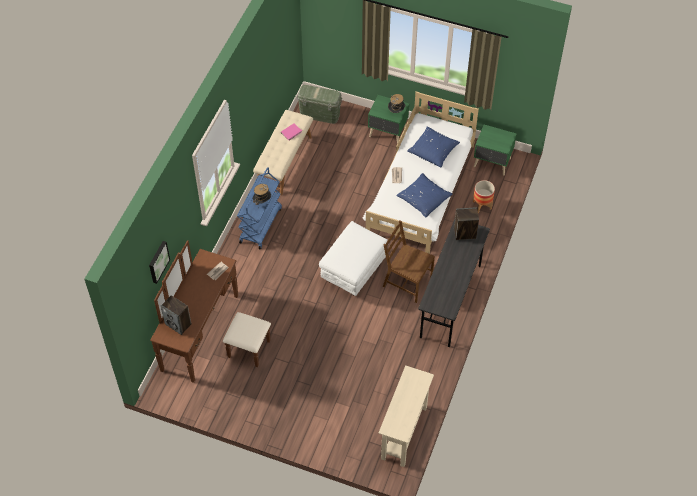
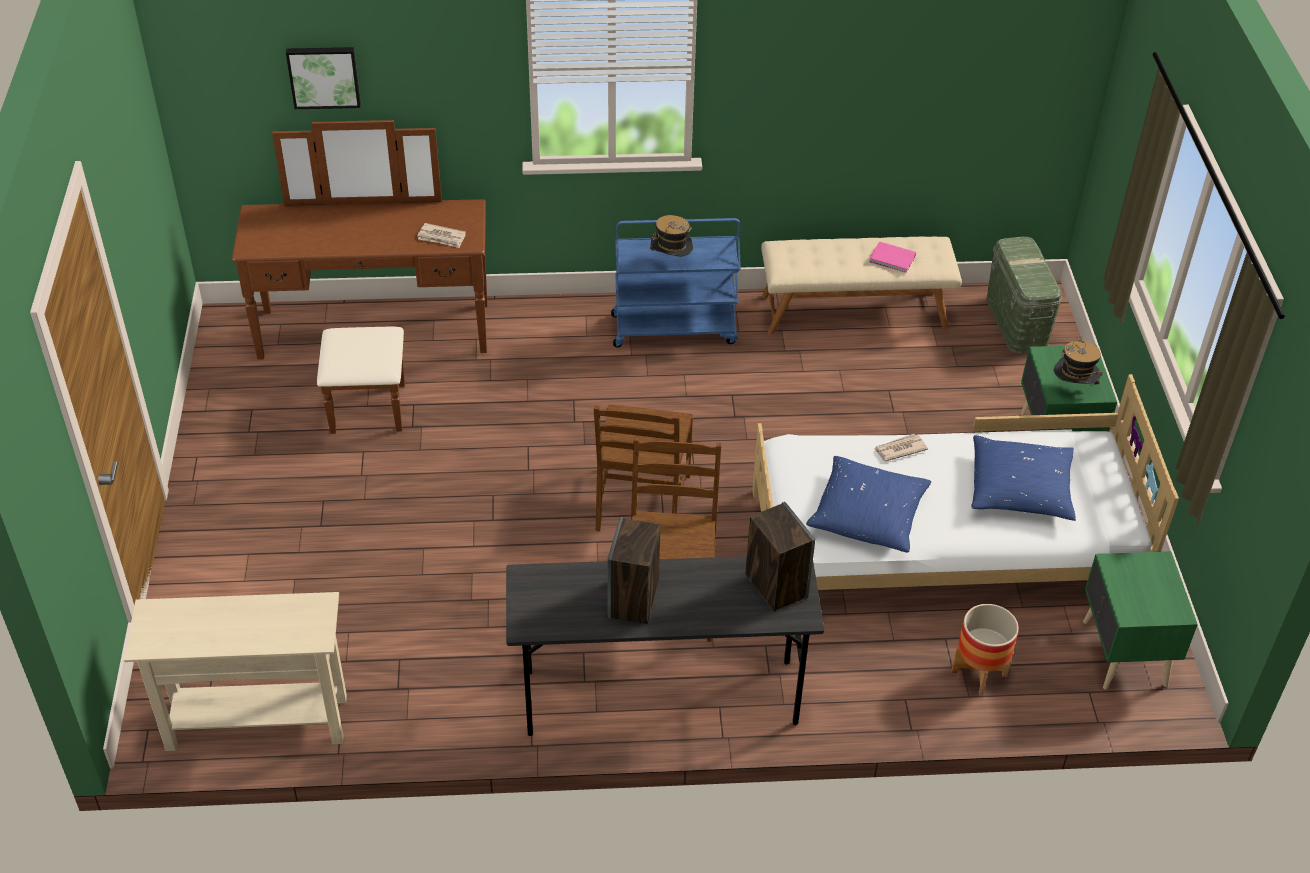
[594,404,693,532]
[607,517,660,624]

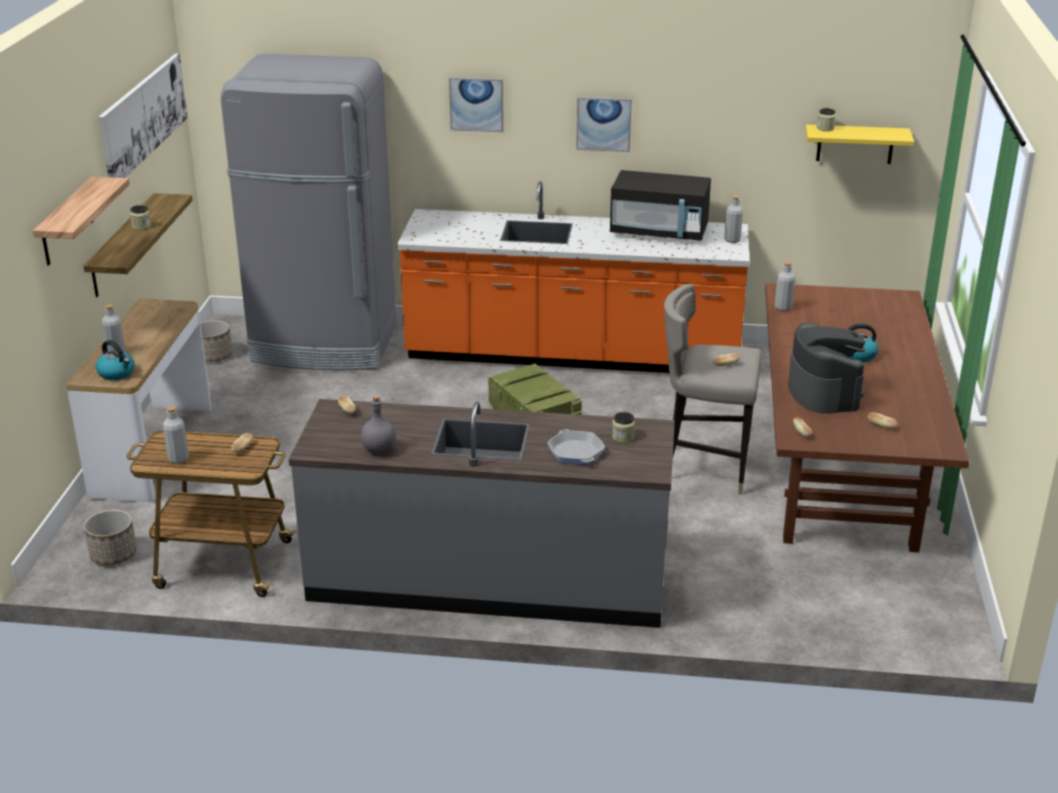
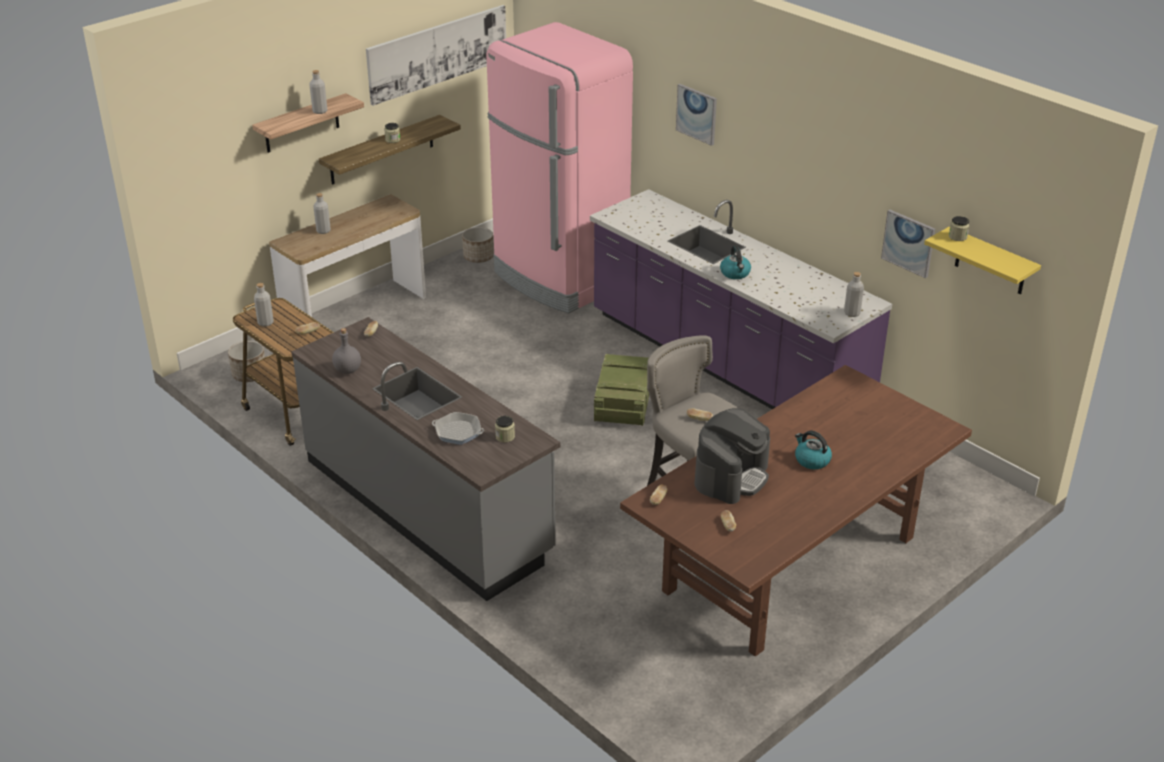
[309,70,328,114]
[432,412,484,445]
[486,22,633,313]
[590,189,892,409]
[720,246,751,279]
[881,210,935,278]
[610,170,711,241] (first image)

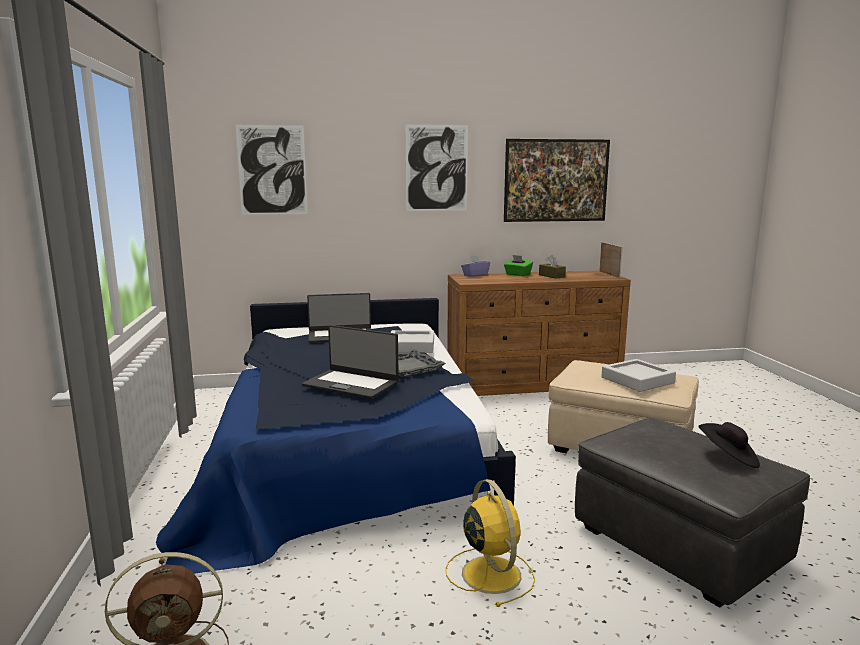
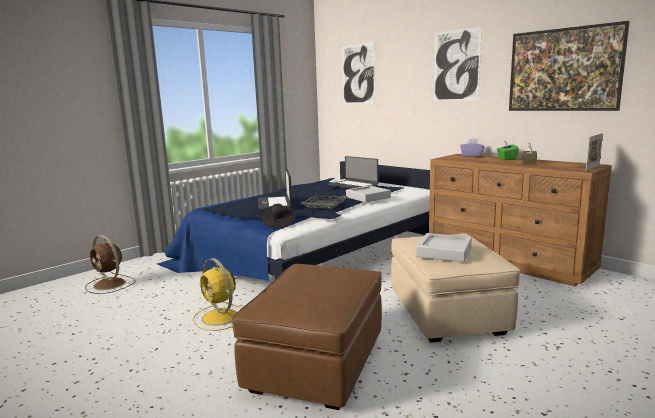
[193,258,241,331]
[232,264,382,410]
[261,204,296,229]

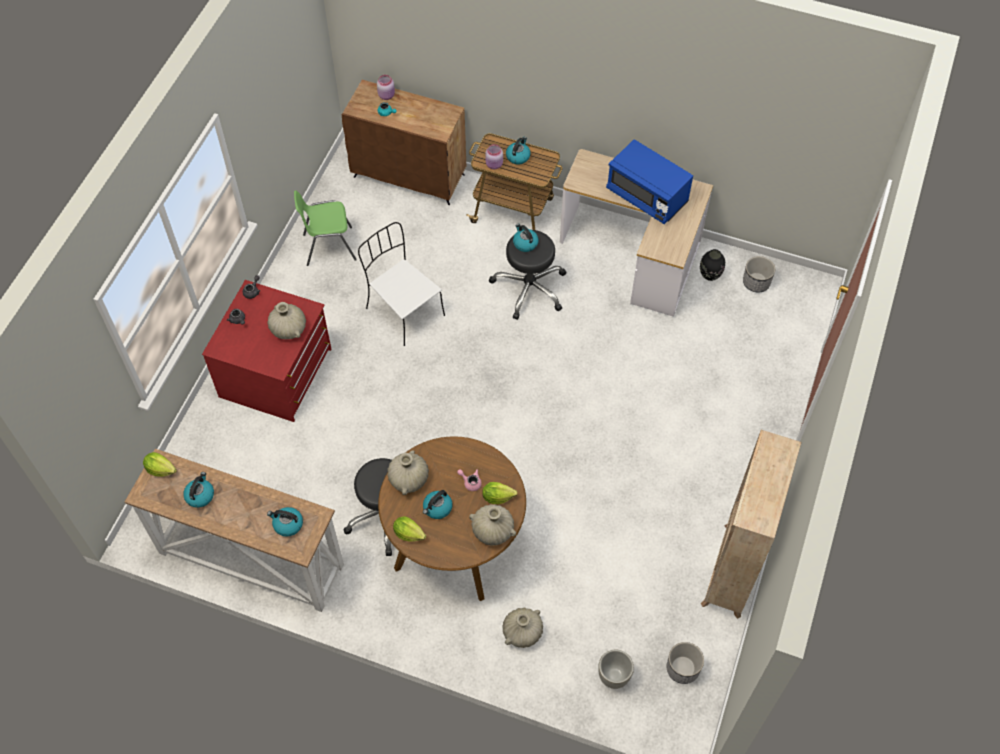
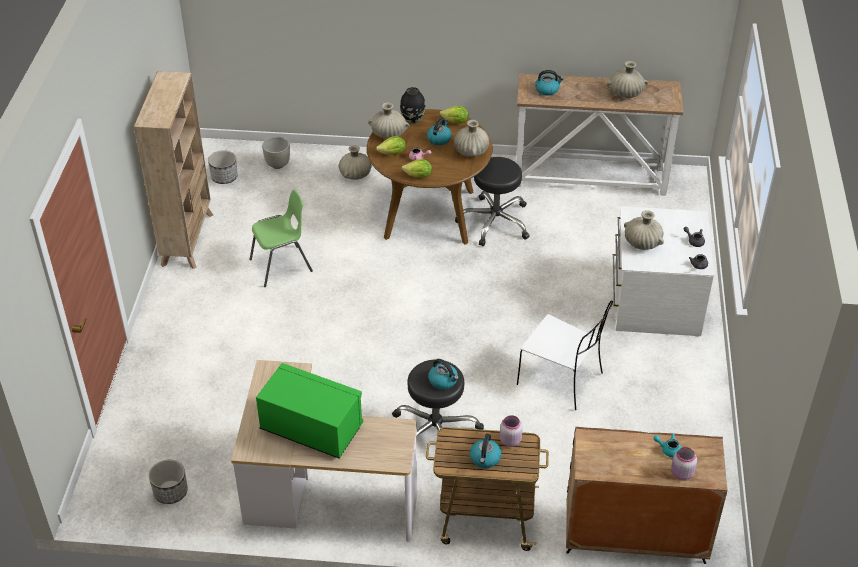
[249,189,313,287]
[256,363,363,458]
[400,87,425,124]
[401,159,432,178]
[607,61,648,98]
[613,206,714,336]

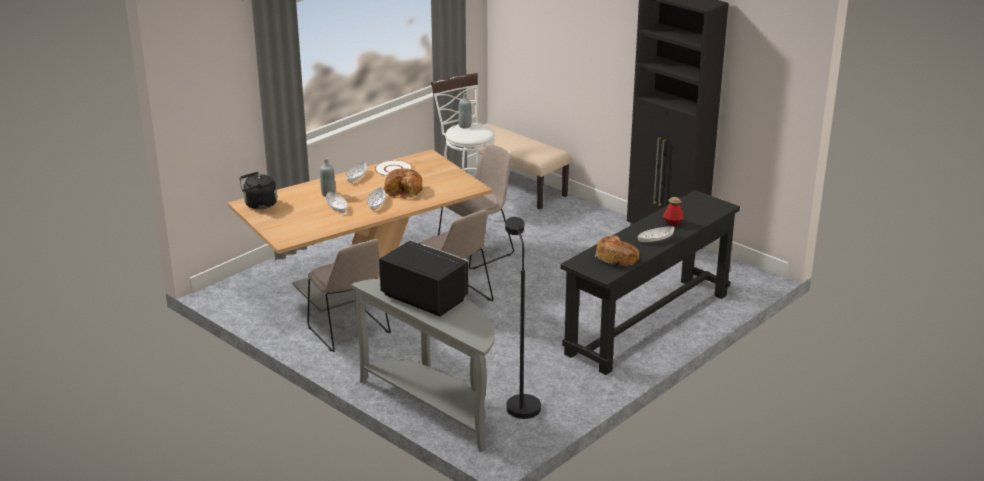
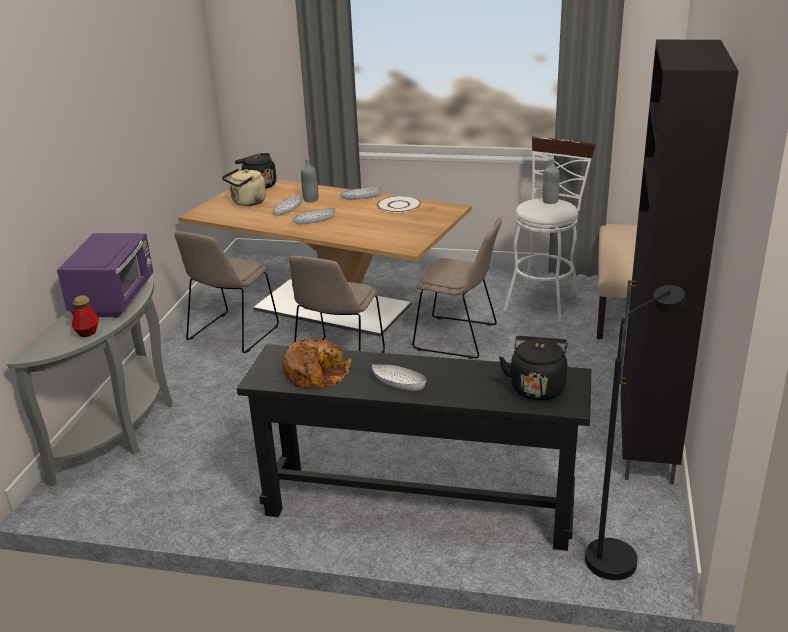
[57,233,153,318]
[72,295,99,337]
[222,168,266,206]
[499,336,568,400]
[585,285,685,580]
[383,168,422,199] (first image)

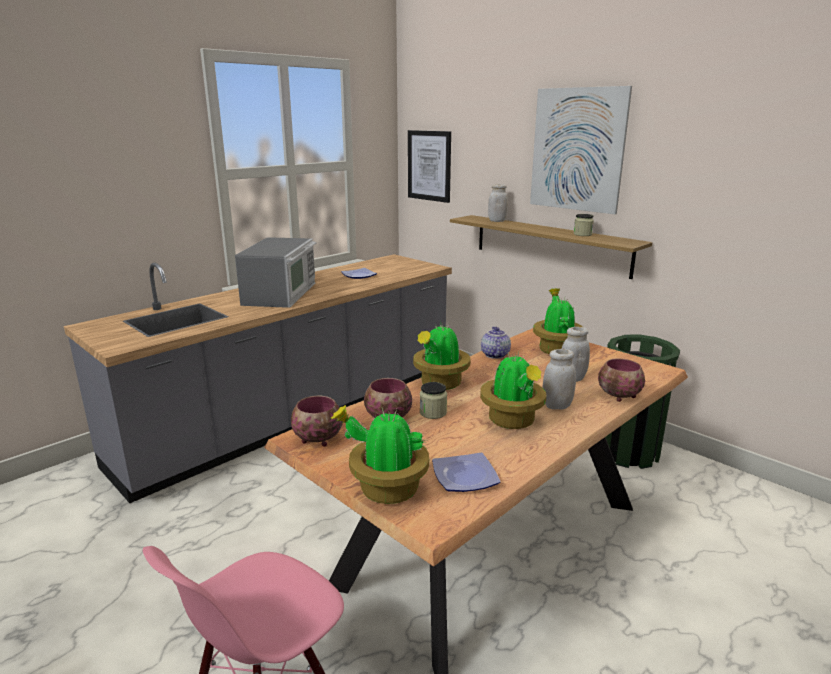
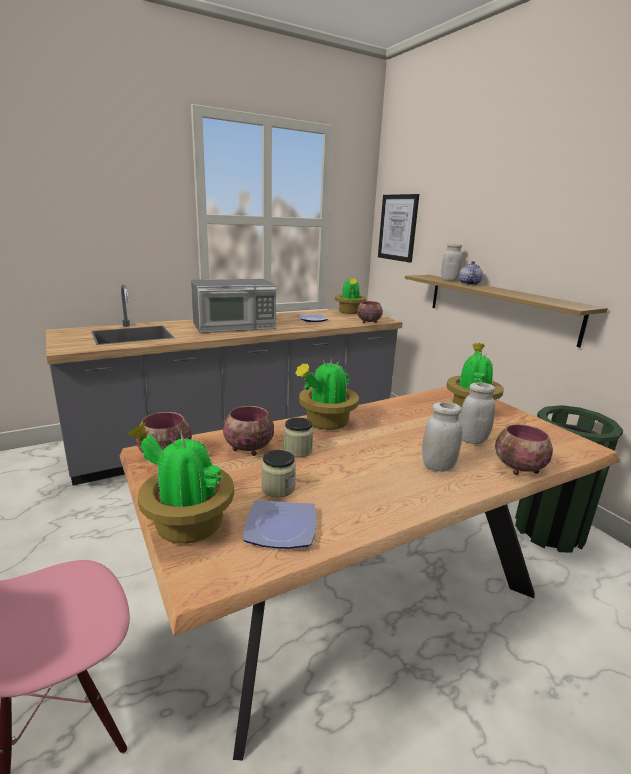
[191,279,276,333]
[261,450,296,498]
[335,277,366,314]
[357,301,383,323]
[459,261,483,285]
[530,86,632,214] (first image)

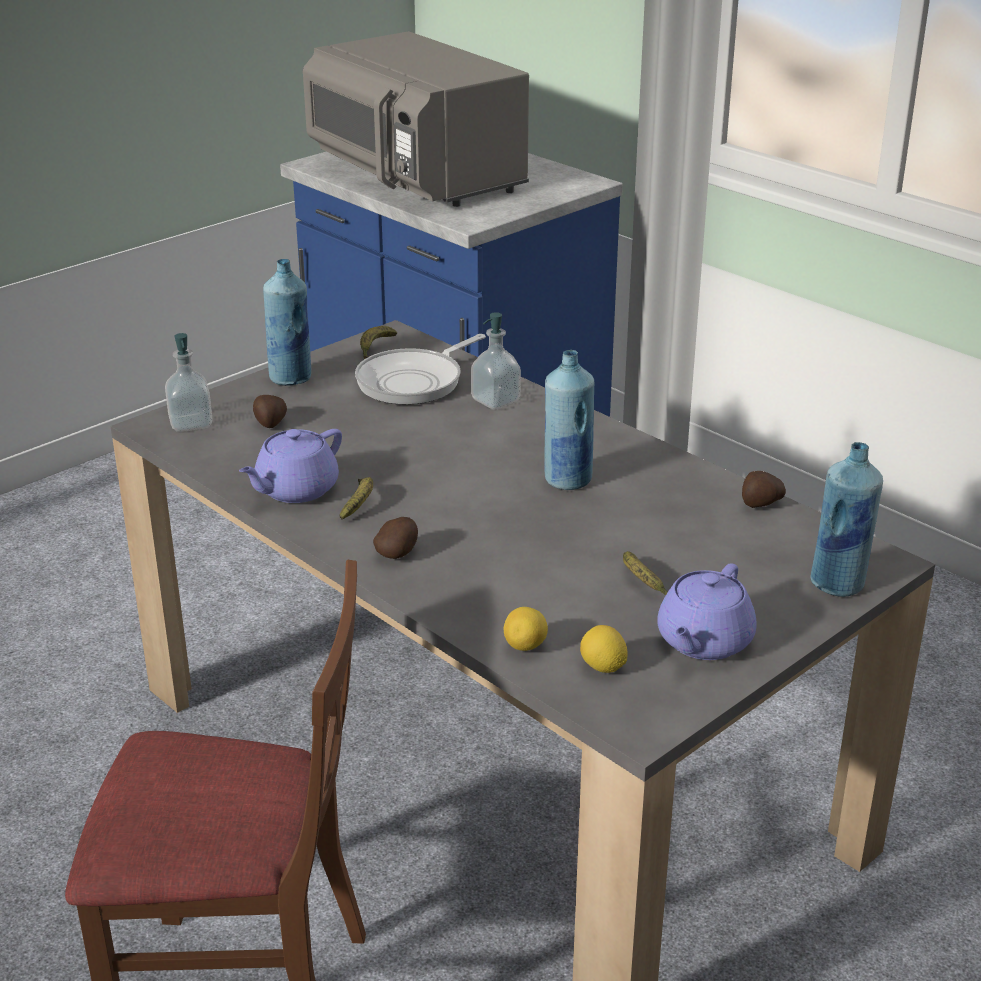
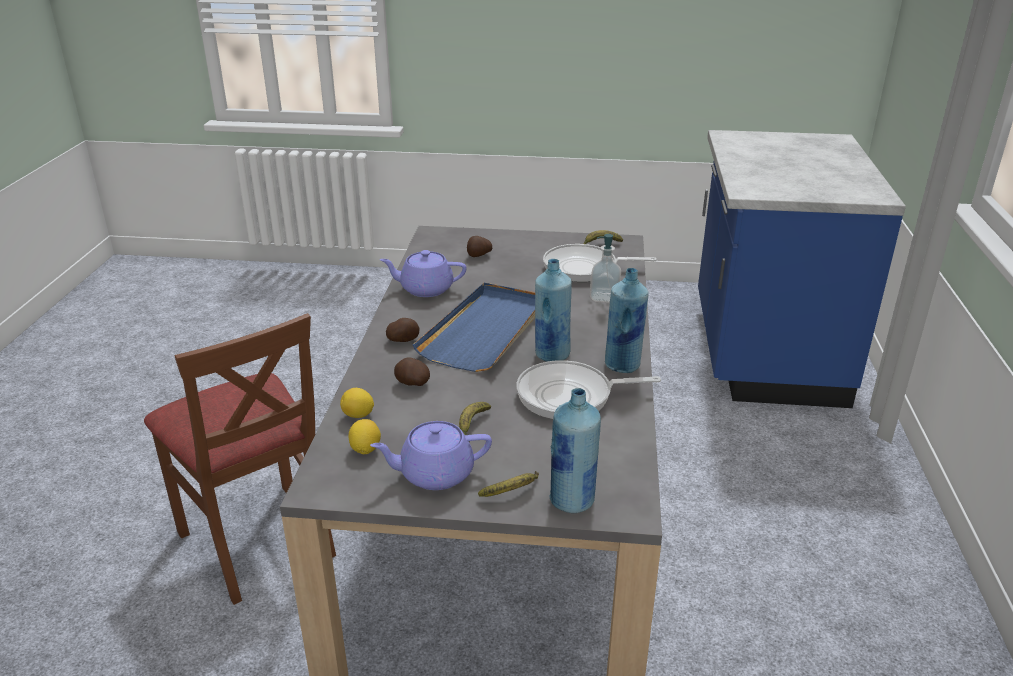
[394,357,430,386]
[413,283,535,372]
[478,471,539,497]
[516,360,661,419]
[605,268,649,373]
[165,333,213,432] (first image)
[303,31,529,207] (first image)

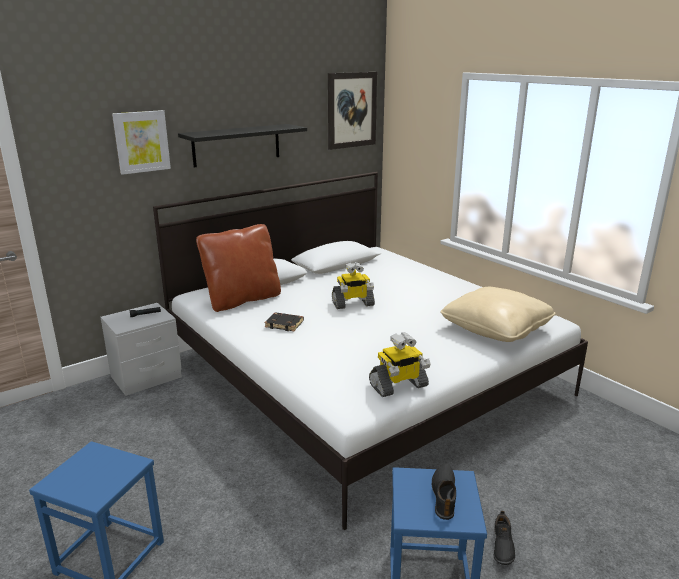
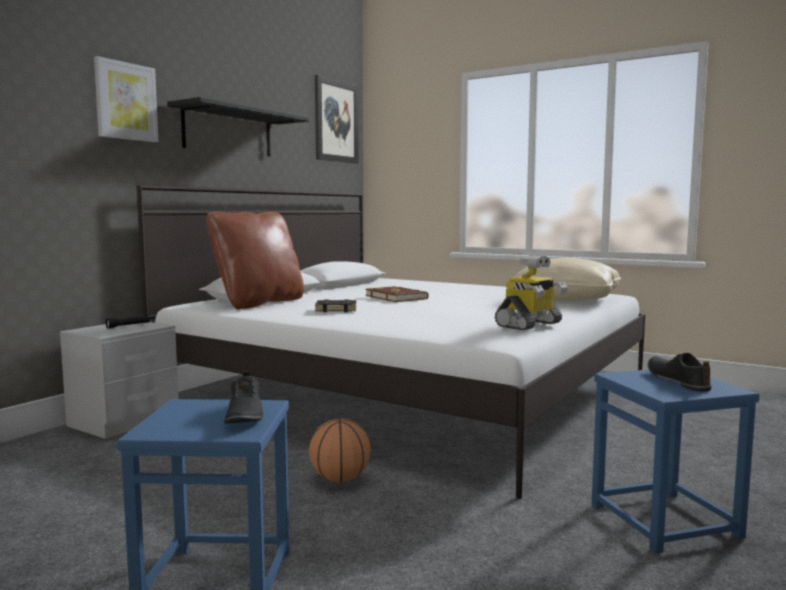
[224,371,263,424]
[309,418,371,482]
[365,286,428,302]

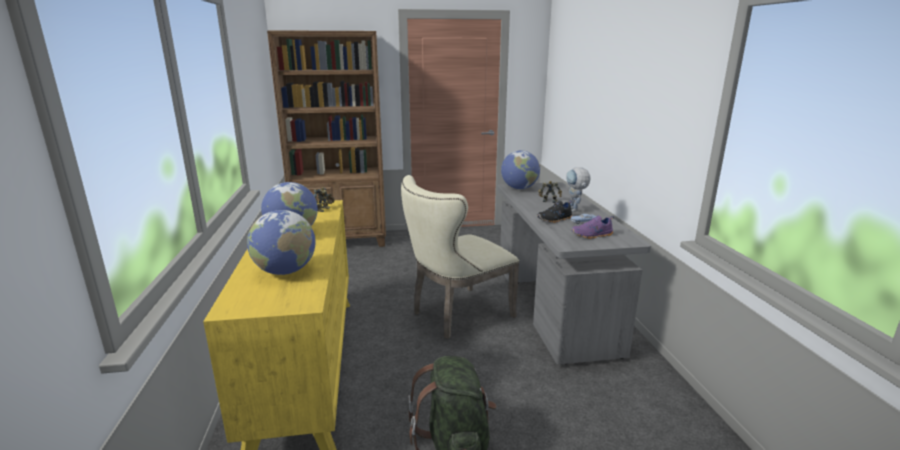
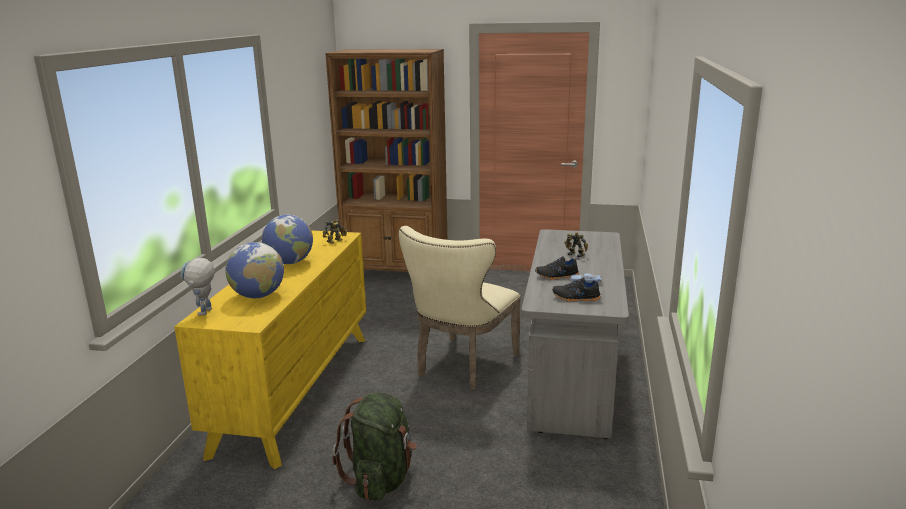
[180,258,214,315]
[399,226,521,390]
[552,277,601,302]
[501,150,540,189] (first image)

